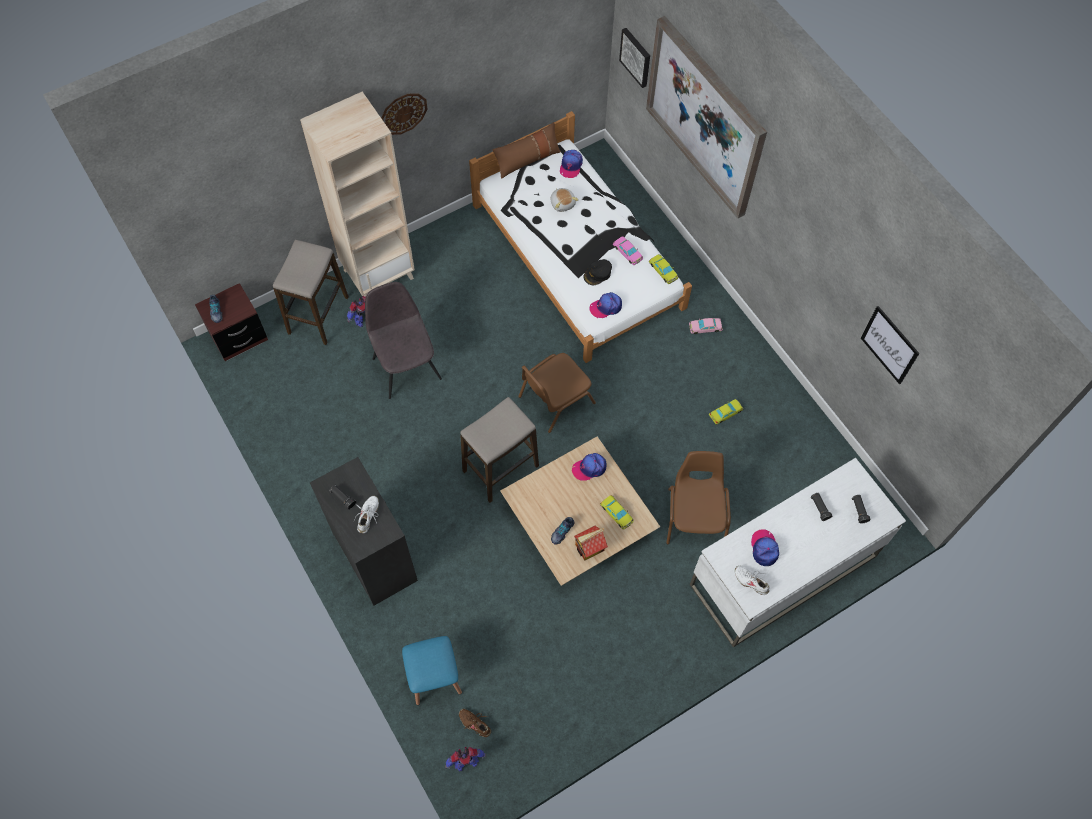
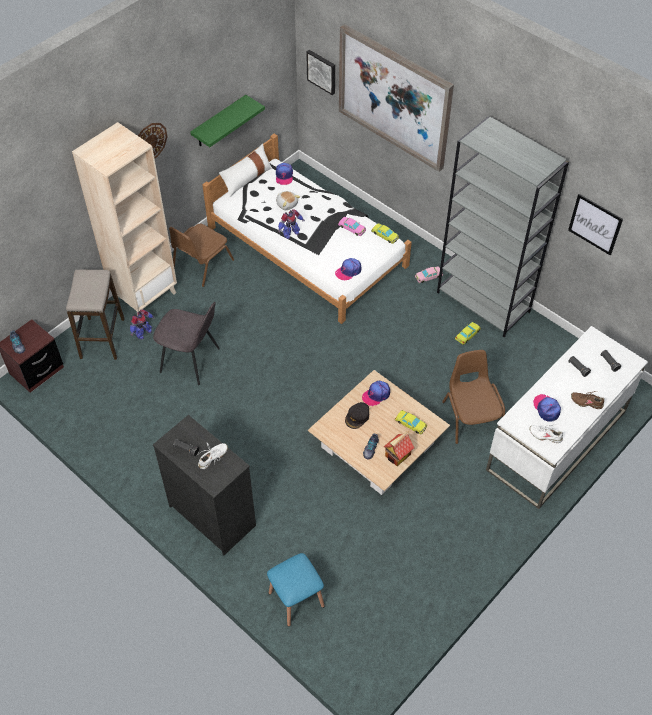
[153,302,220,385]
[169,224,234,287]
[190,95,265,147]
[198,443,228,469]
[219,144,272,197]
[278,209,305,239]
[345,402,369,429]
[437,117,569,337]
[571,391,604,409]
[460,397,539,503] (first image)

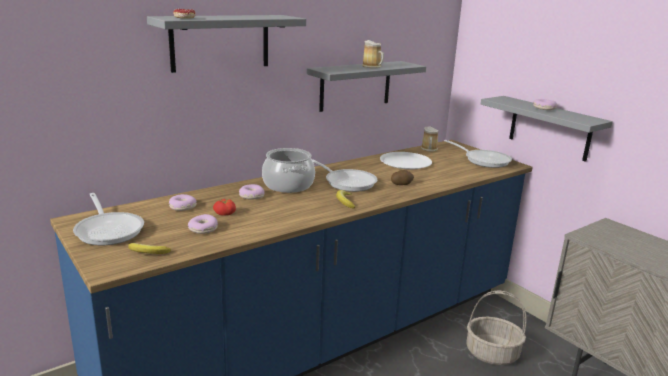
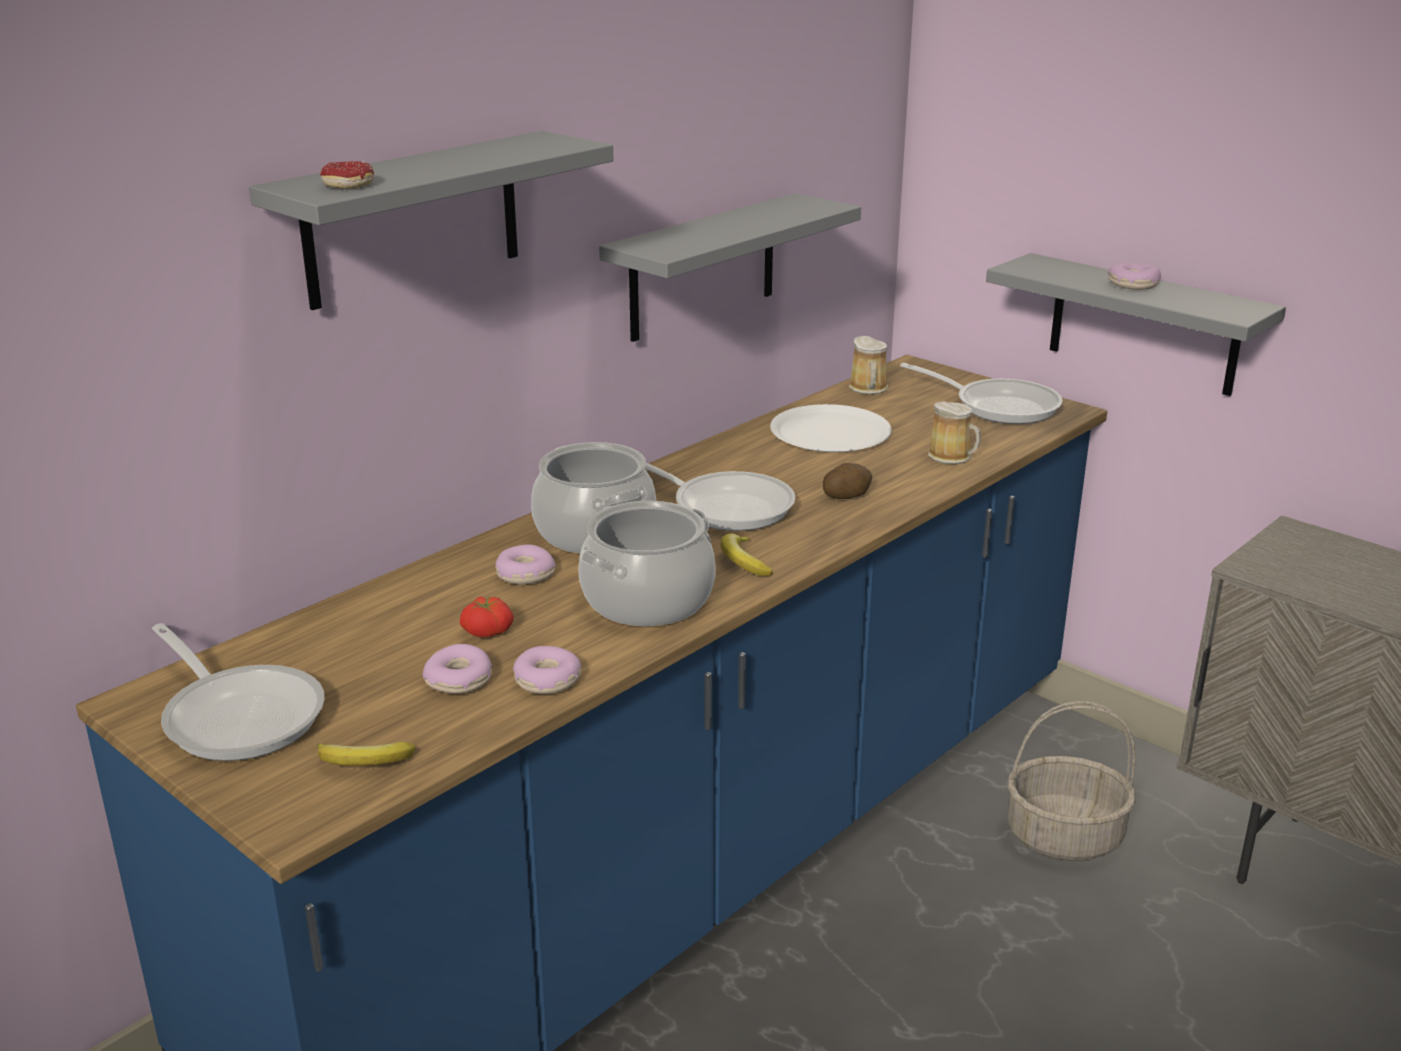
[513,646,581,694]
[578,501,716,626]
[928,401,981,465]

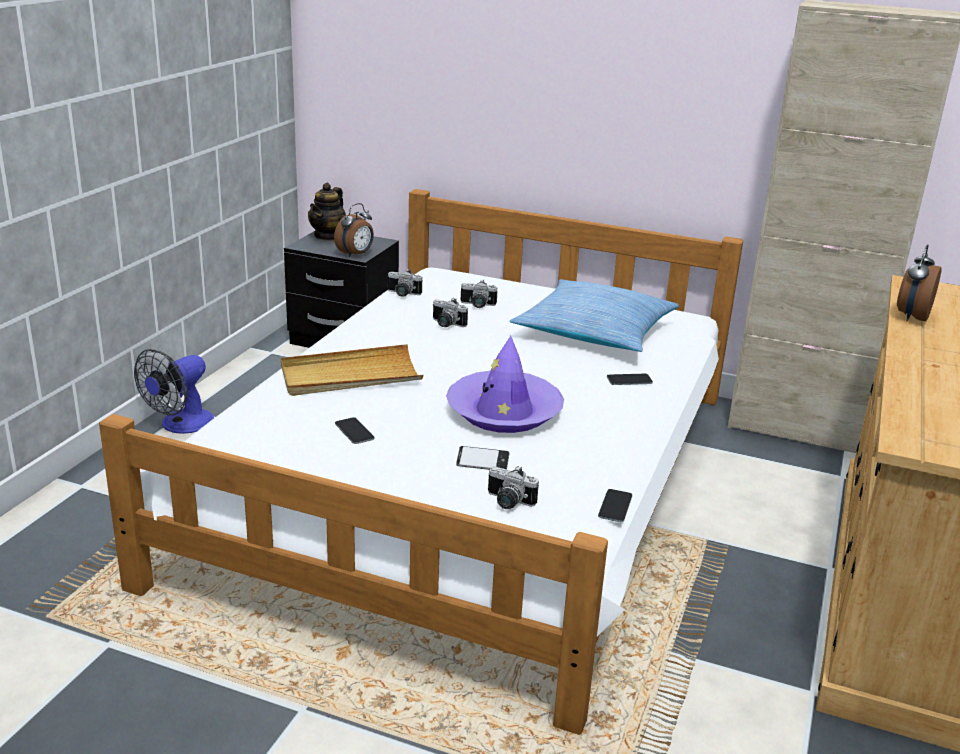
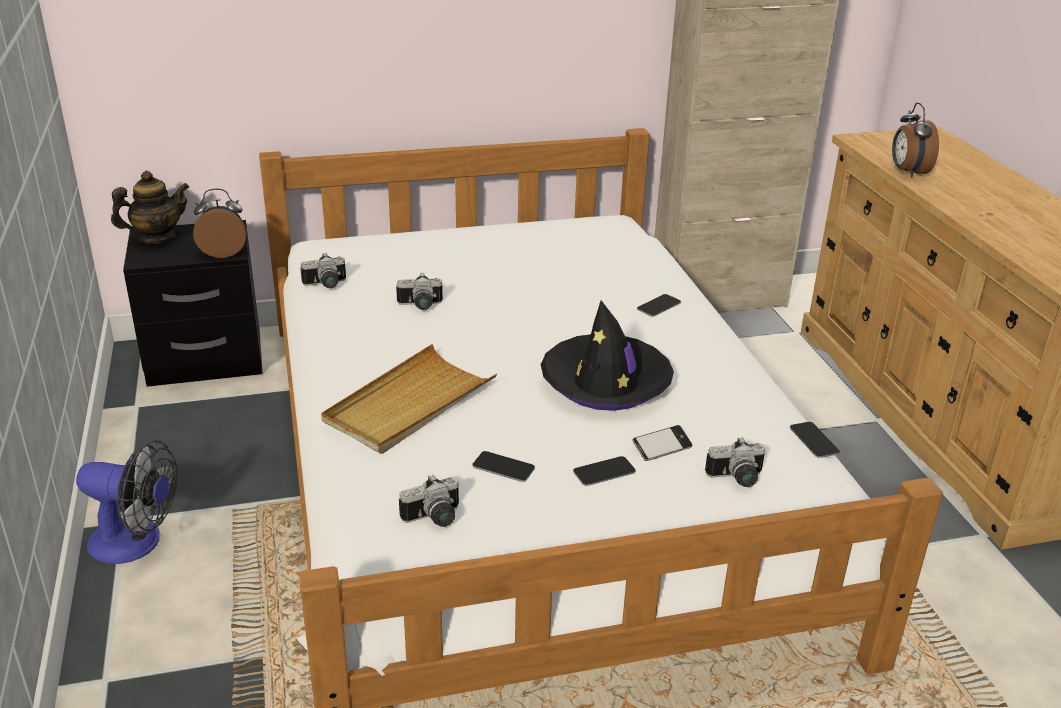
[76,440,178,564]
[111,171,189,244]
[193,189,246,258]
[399,474,459,527]
[541,300,674,411]
[573,456,636,486]
[510,279,679,352] (first image)

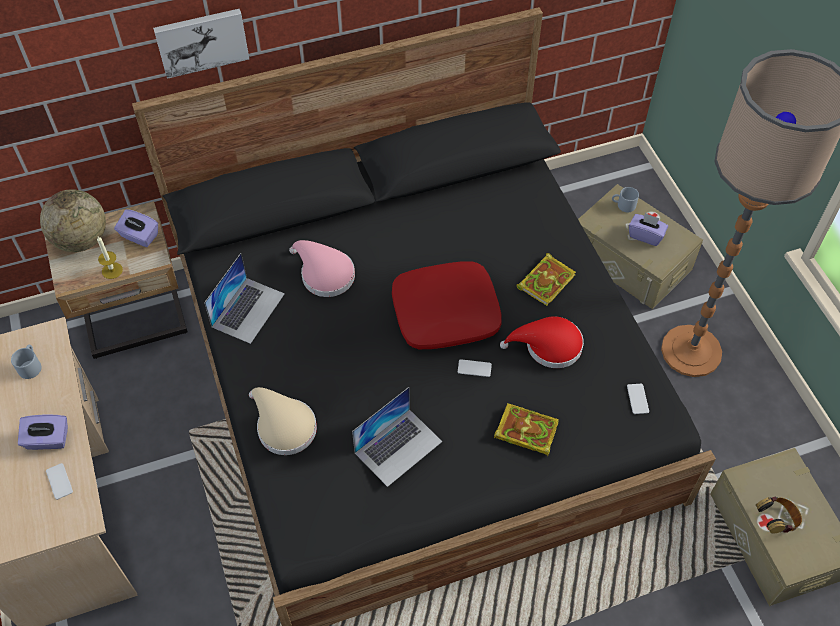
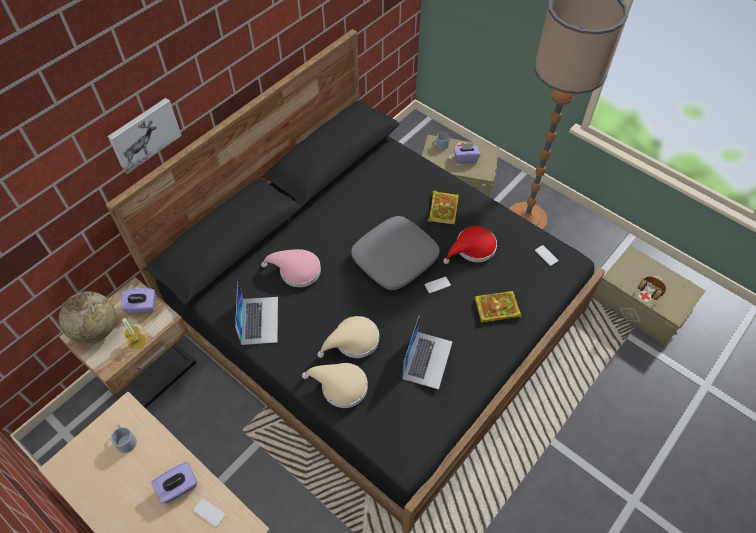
[317,316,379,358]
[351,216,440,290]

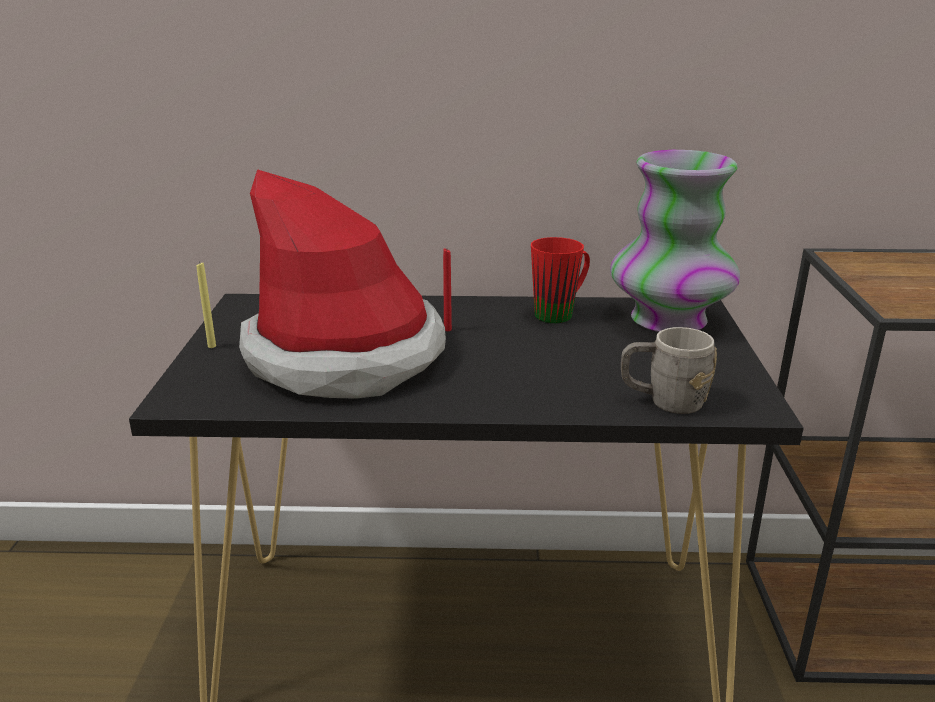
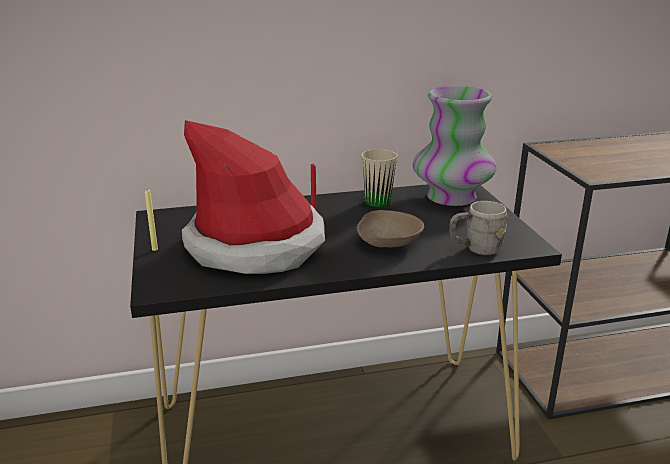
[357,210,424,247]
[362,149,397,208]

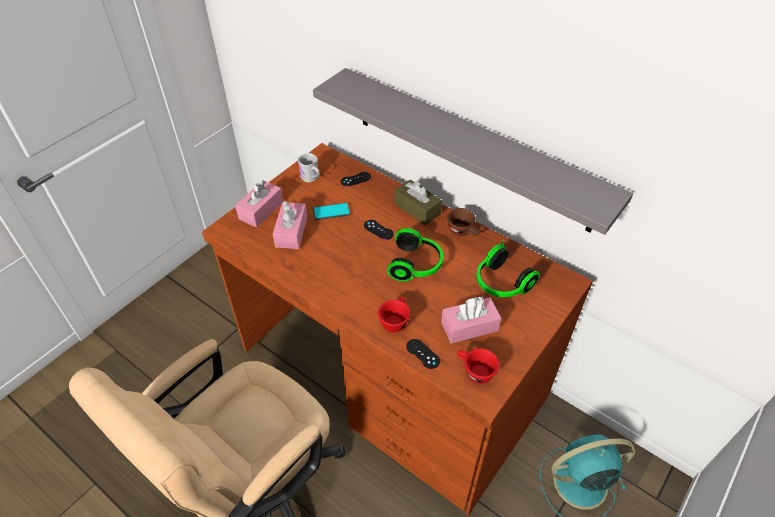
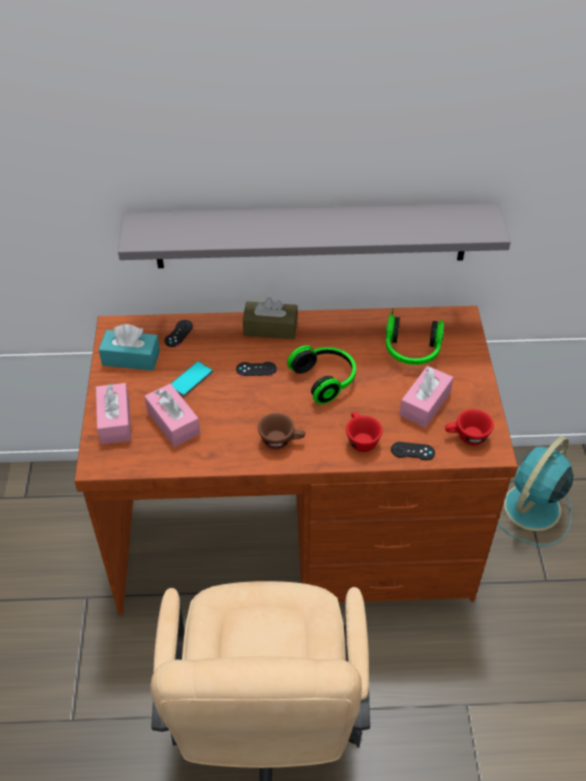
[99,324,160,371]
[258,413,305,449]

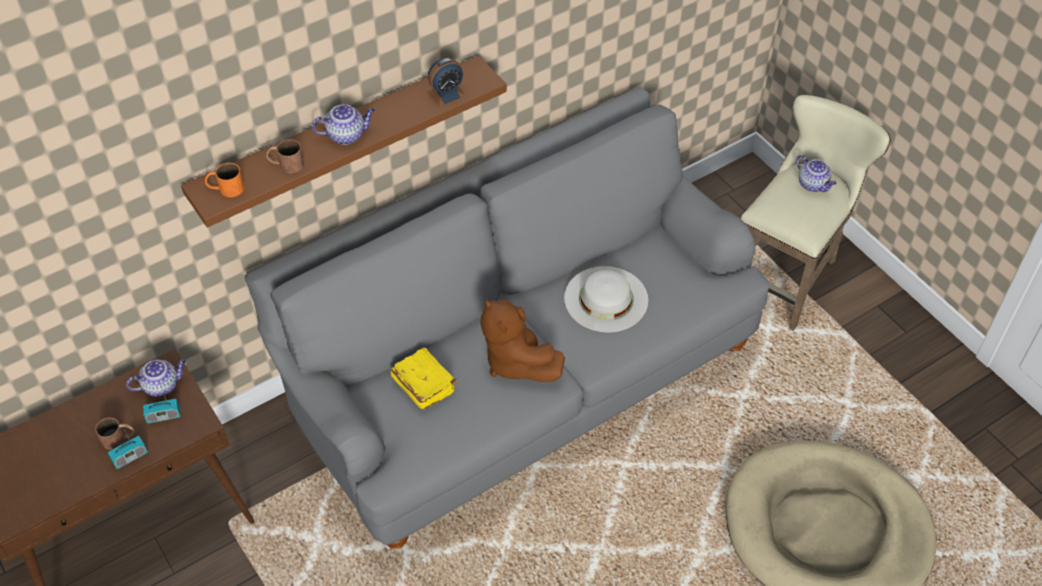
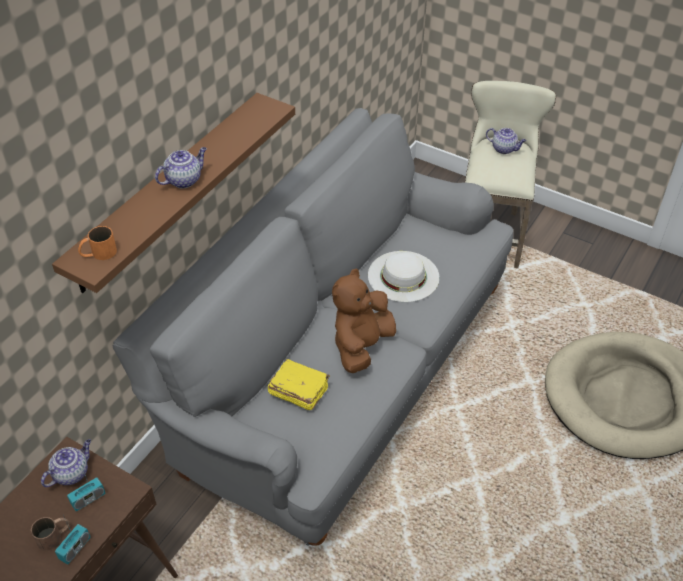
[332,269,396,373]
[266,139,304,174] (first image)
[428,58,466,106] (first image)

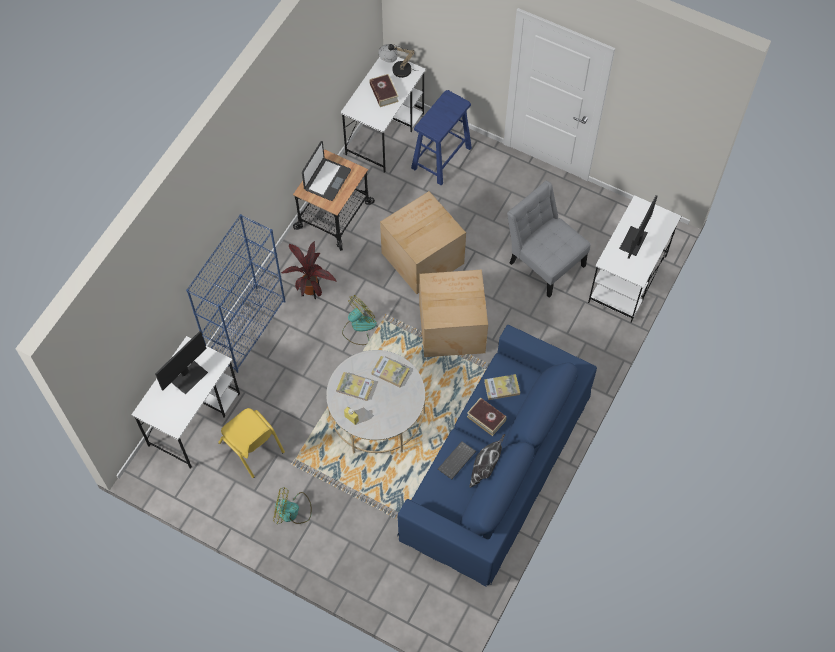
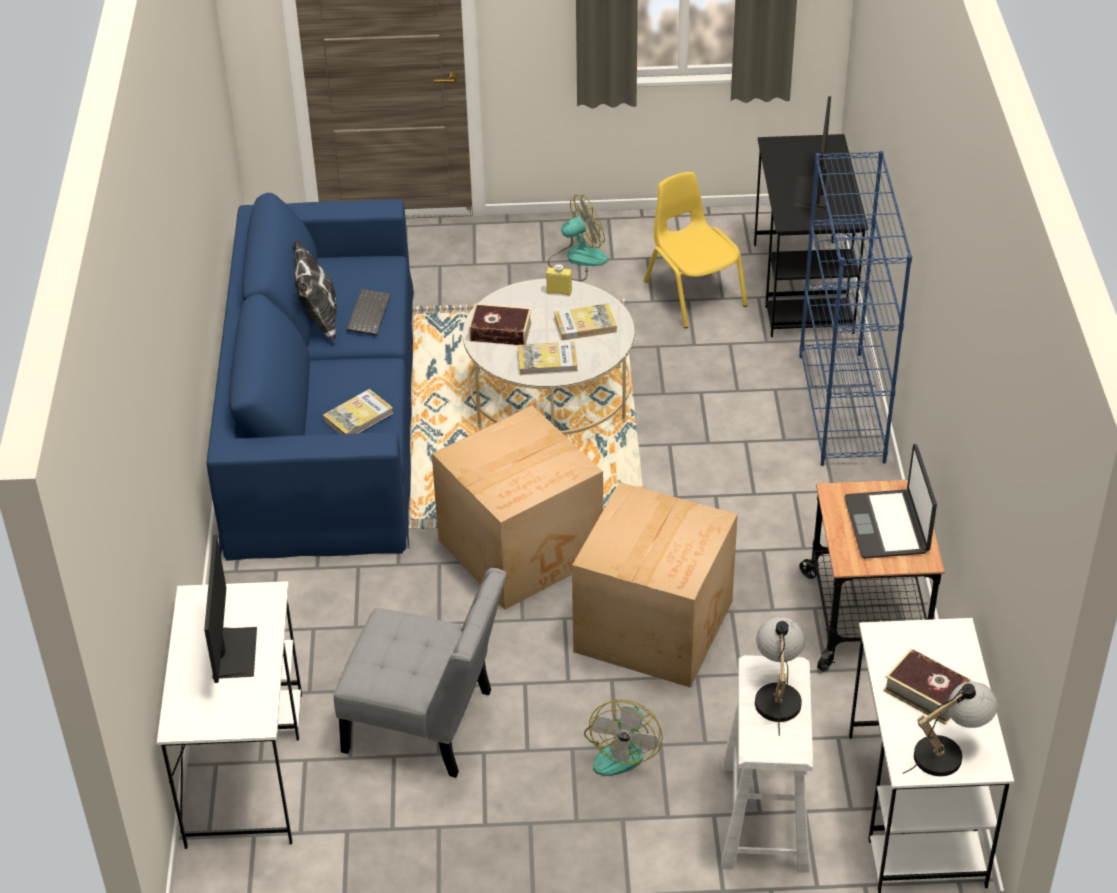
[469,304,532,345]
[584,700,663,776]
[644,172,748,328]
[721,655,813,873]
[754,134,868,337]
[755,616,805,736]
[281,241,336,299] (first image)

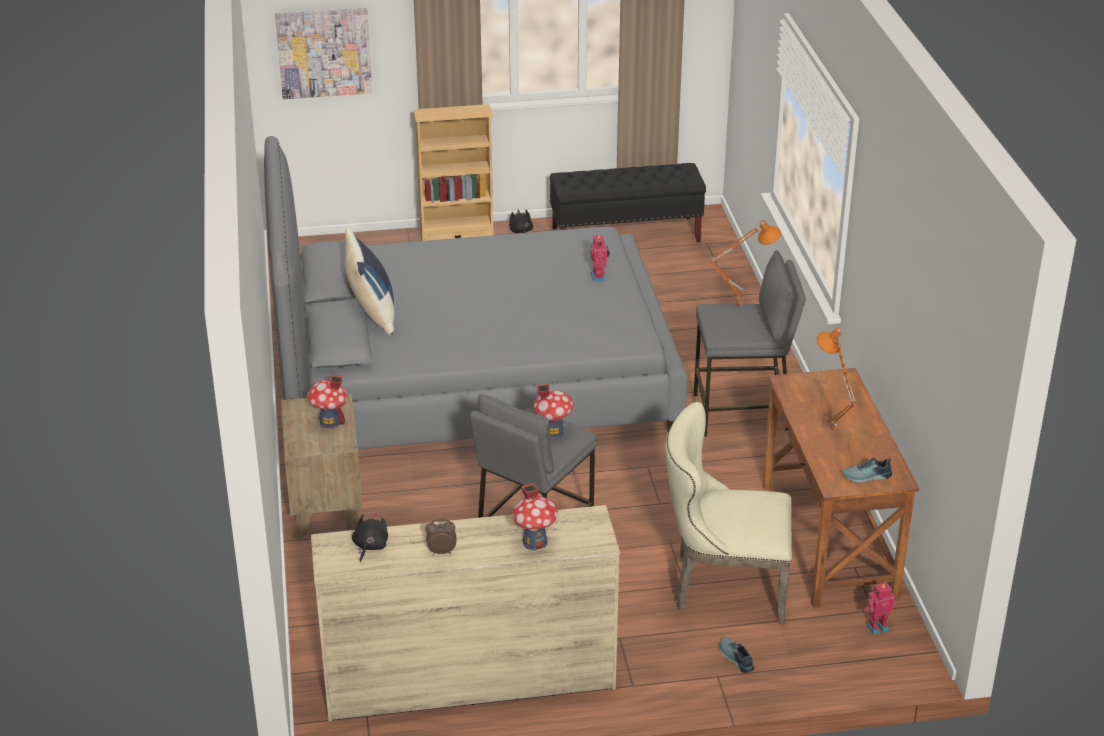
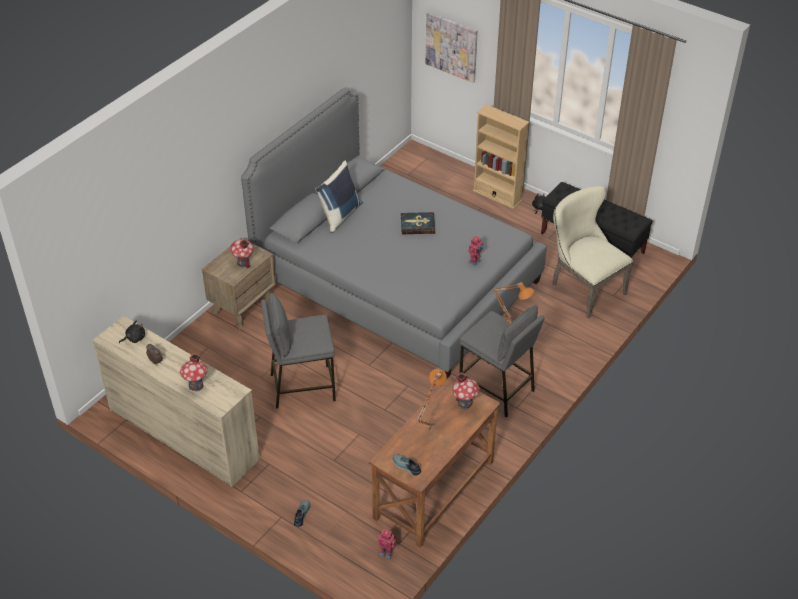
[401,212,435,234]
[452,372,480,410]
[552,186,633,318]

